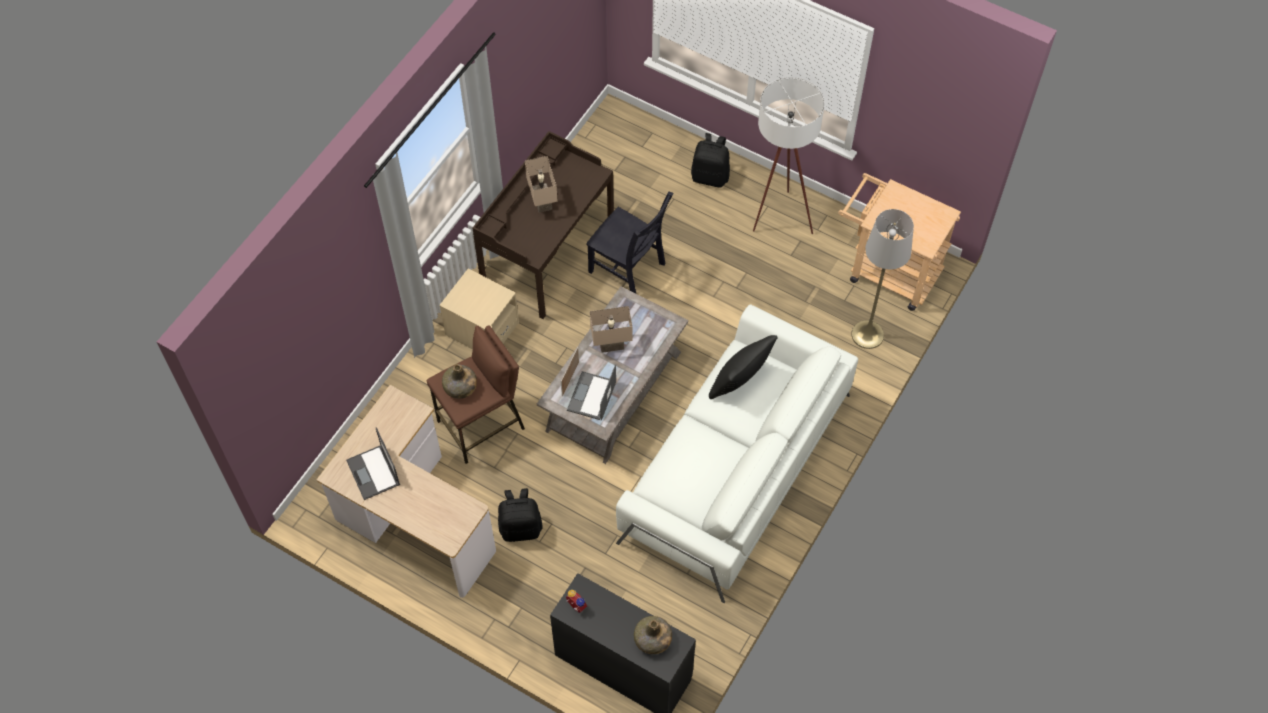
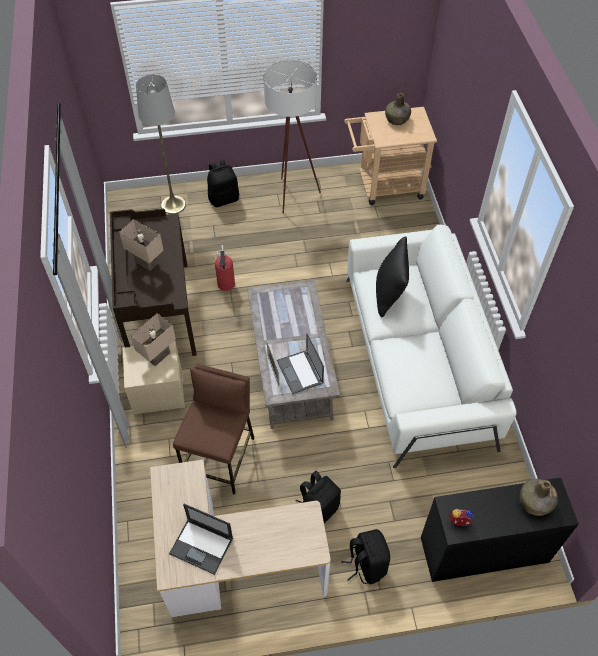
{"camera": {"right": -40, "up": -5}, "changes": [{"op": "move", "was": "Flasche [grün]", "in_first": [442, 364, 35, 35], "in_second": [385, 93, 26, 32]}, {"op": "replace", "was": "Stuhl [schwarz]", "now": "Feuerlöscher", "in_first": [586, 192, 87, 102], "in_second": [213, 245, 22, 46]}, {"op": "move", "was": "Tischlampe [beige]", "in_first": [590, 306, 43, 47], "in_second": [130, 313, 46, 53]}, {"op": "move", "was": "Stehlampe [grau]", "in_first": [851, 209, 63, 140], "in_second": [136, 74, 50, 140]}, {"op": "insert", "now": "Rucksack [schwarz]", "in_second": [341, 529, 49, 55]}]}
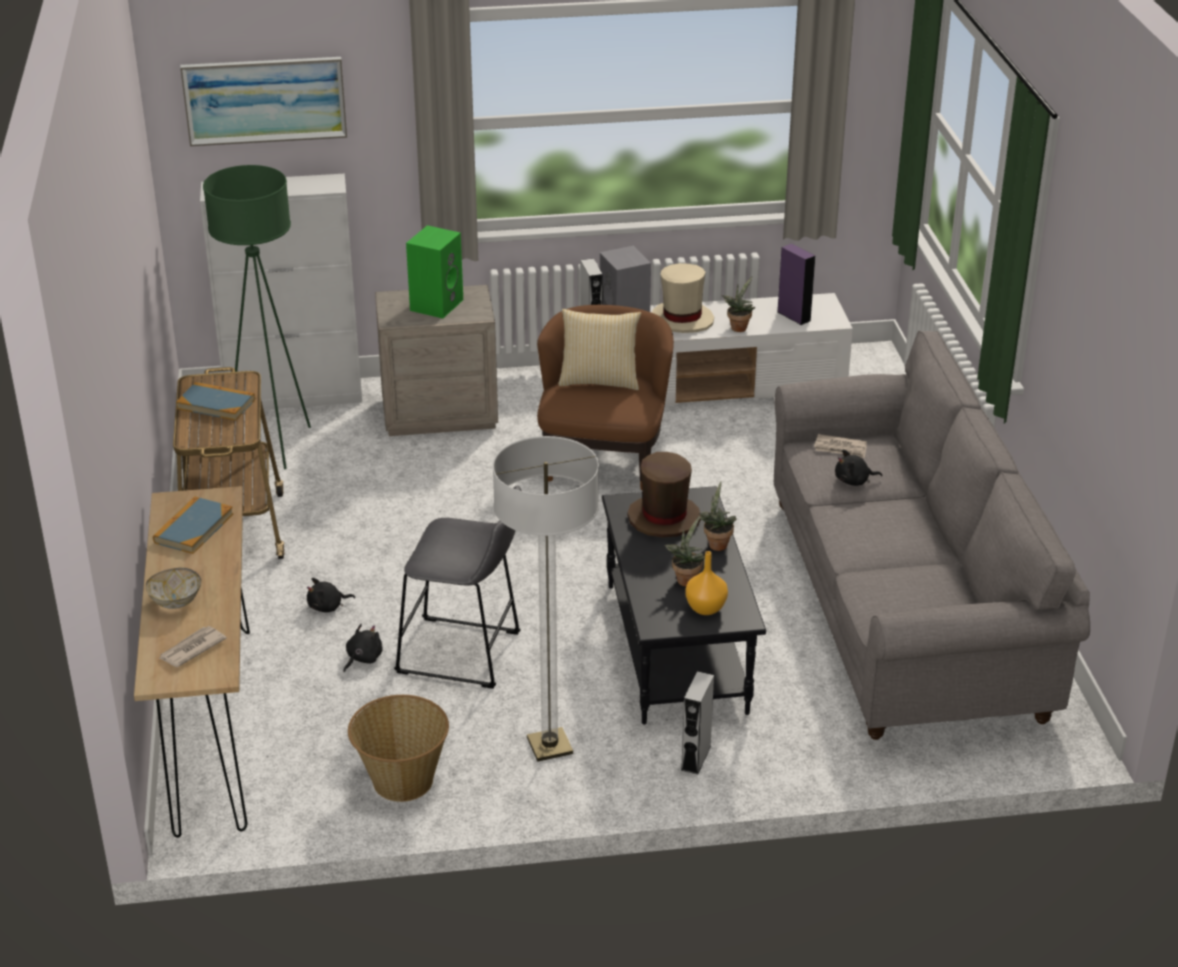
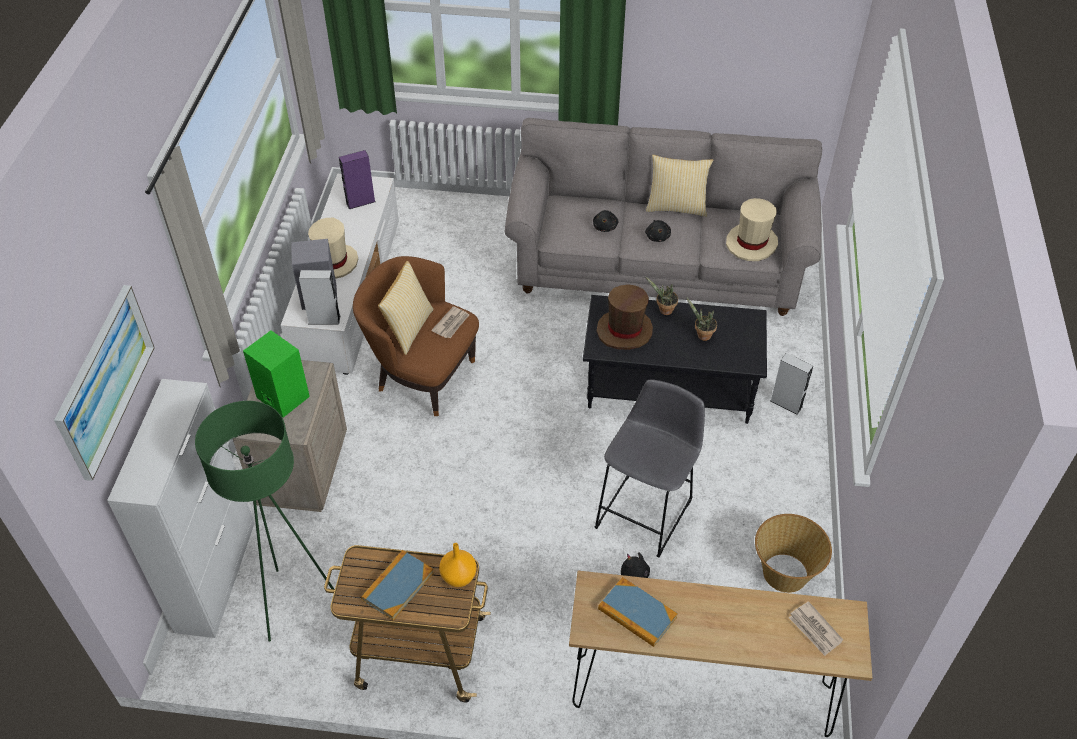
{"camera": {"right": -75, "up": 15}, "changes": [{"op": "delete", "was": "Schüssel", "in_first": [146, 568, 55, 41]}, {"op": "move", "was": "Plüschtier [schwarz]", "in_first": [307, 578, 48, 34], "in_second": [645, 220, 26, 22]}, {"op": "delete", "was": "Stehlampe", "in_first": [492, 436, 107, 326]}, {"op": "move", "was": "Vase [orange]", "in_first": [685, 551, 43, 64], "in_second": [439, 543, 37, 44]}, {"op": "delete", "was": "Topfpflanze", "in_first": [722, 276, 33, 56]}, {"op": "move", "was": "Zeitung", "in_first": [814, 434, 53, 24], "in_second": [431, 306, 38, 32]}, {"op": "insert", "now": "Kissen", "in_second": [646, 155, 67, 62]}, {"op": "insert", "now": "Hut [beige]", "in_second": [726, 198, 52, 63]}]}
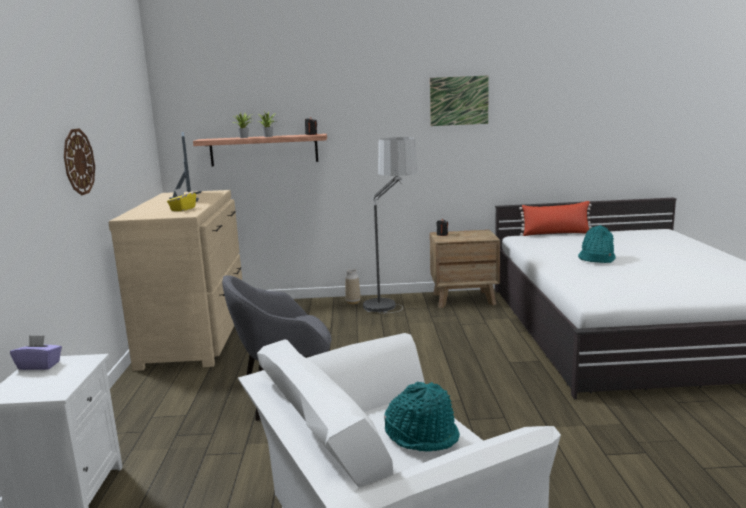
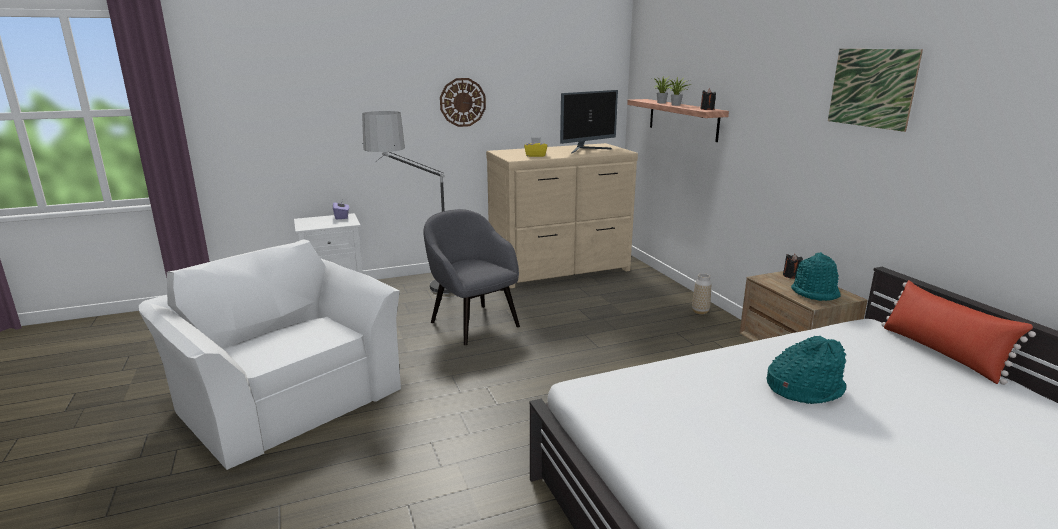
{"camera": {"right": 70, "up": 5}, "changes": [{"op": "move", "was": "Stehlampe", "in_first": [363, 137, 55, 176], "in_second": [362, 111, 93, 187]}, {"op": "move", "was": "Hut [türkis]", "in_first": [384, 382, 76, 70], "in_second": [791, 252, 50, 49]}]}
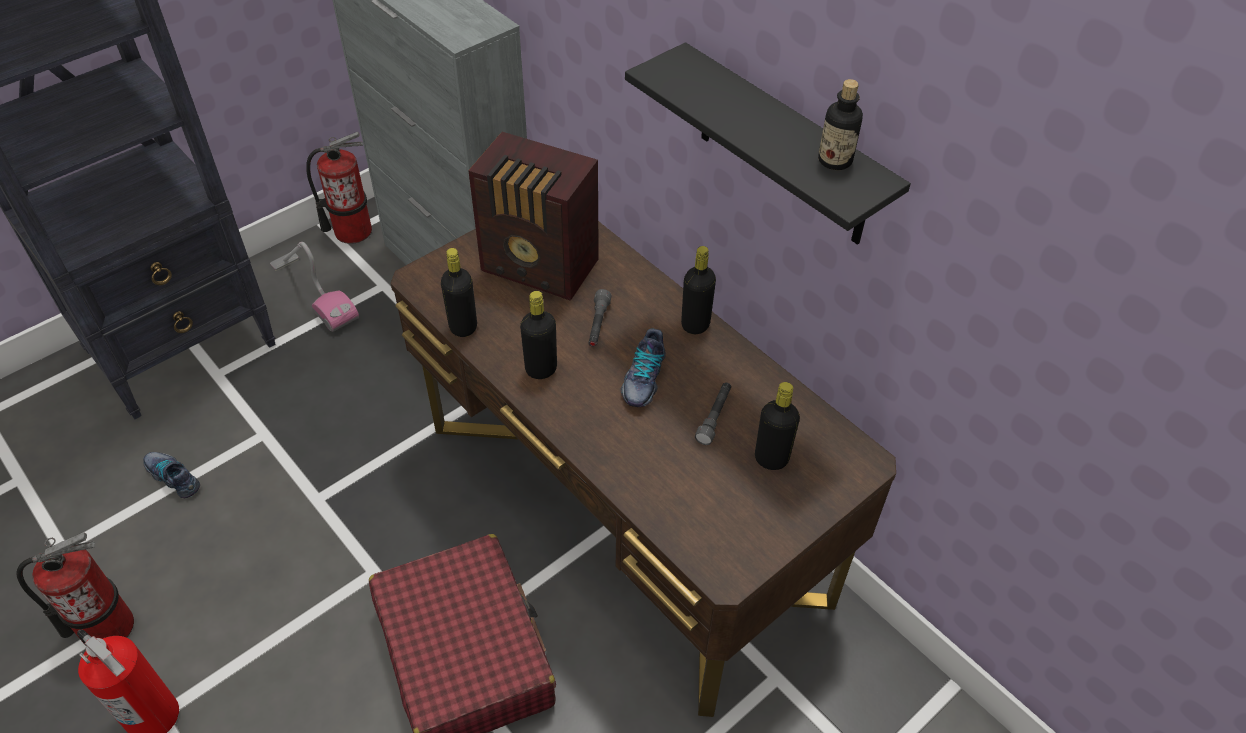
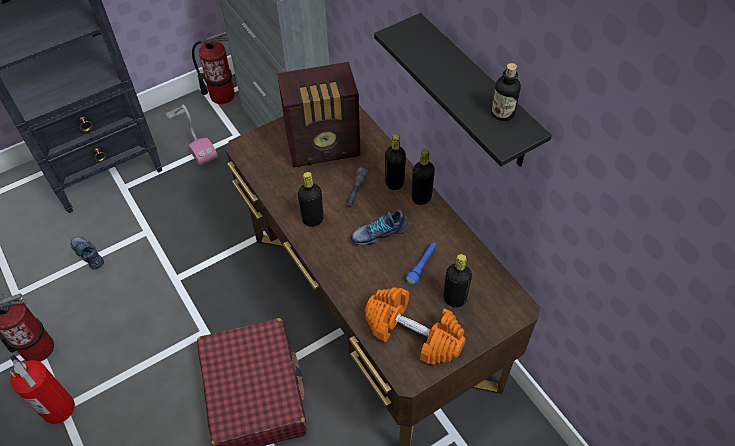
{"camera": {"right": 10, "up": 5}, "changes": [{"op": "move", "was": "Flasche [schwarz]", "in_first": [441, 248, 36, 89], "in_second": [385, 134, 21, 56]}, {"op": "rotate", "was": "Radio", "in_first": [468, 132, 131, 168], "in_second": [277, 62, 83, 106], "clockwise": -45}, {"op": "rotate", "was": "Schuh", "in_first": [620, 329, 46, 78], "in_second": [351, 209, 57, 37], "clockwise": 45}, {"op": "recolor", "was": "Taschenlampe [grau]", "now": "Taschenlampe [blau]", "in_first": [695, 382, 36, 63], "in_second": [405, 242, 31, 43]}, {"op": "insert", "now": "Hantel [orange]", "in_second": [365, 287, 101, 78]}]}
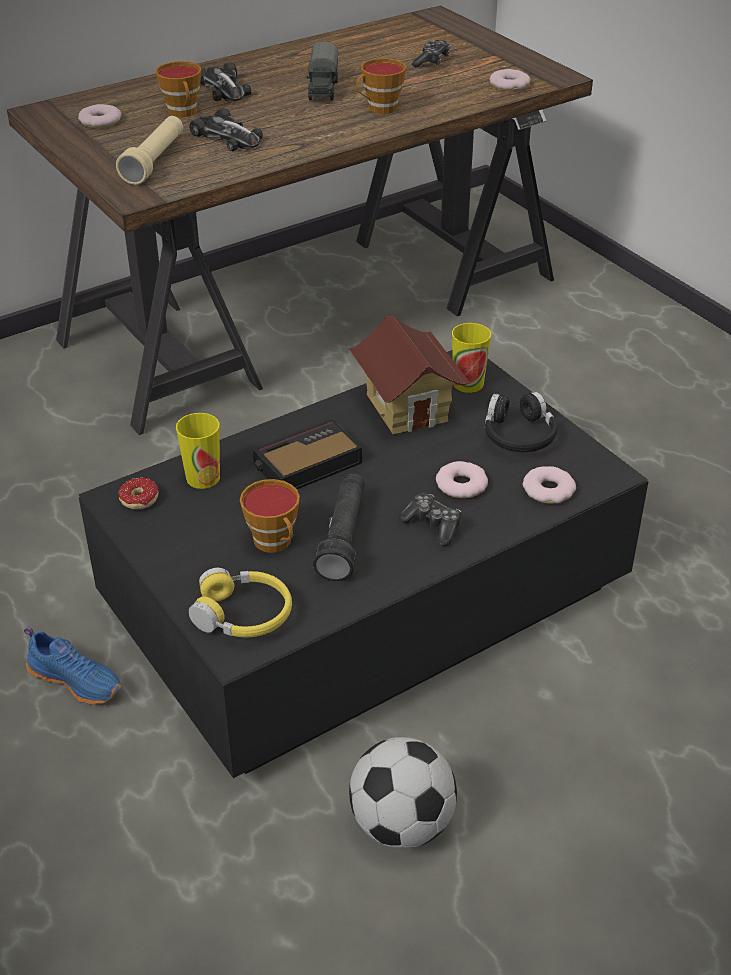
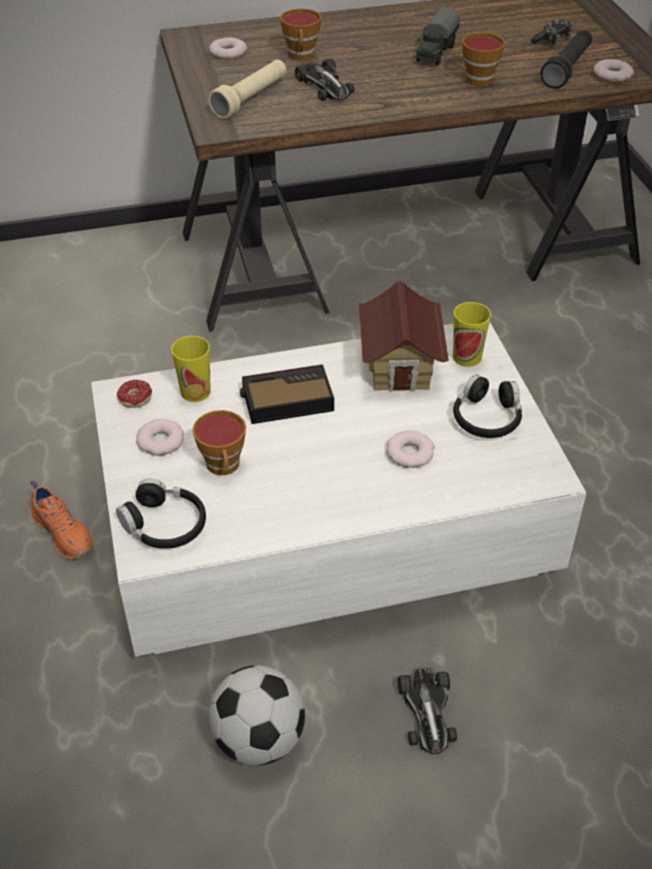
{"camera": {"right": 20, "up": 5}, "changes": [{"op": "recolor", "was": "Schuh [blau]", "now": "Schuh [orange]", "in_first": [24, 627, 98, 78], "in_second": [30, 480, 63, 80]}, {"op": "recolor", "was": "Couchtisch [schwarz]", "now": "Couchtisch [weiß]", "in_first": [79, 350, 570, 428], "in_second": [91, 322, 496, 335]}, {"op": "recolor", "was": "Kopfhörer [gelb]", "now": "Kopfhörer [schwarz]", "in_first": [188, 568, 104, 70], "in_second": [116, 478, 90, 71]}, {"op": "move", "was": "Spielzeugauto", "in_first": [200, 62, 51, 39], "in_second": [398, 667, 59, 87]}, {"op": "move", "was": "Taschenlampe [schwarz]", "in_first": [313, 473, 52, 108], "in_second": [540, 30, 52, 59]}, {"op": "delete", "was": "Gamepad", "in_first": [399, 494, 62, 52]}, {"op": "move", "was": "Donut", "in_first": [523, 466, 53, 38], "in_second": [136, 419, 48, 37]}]}
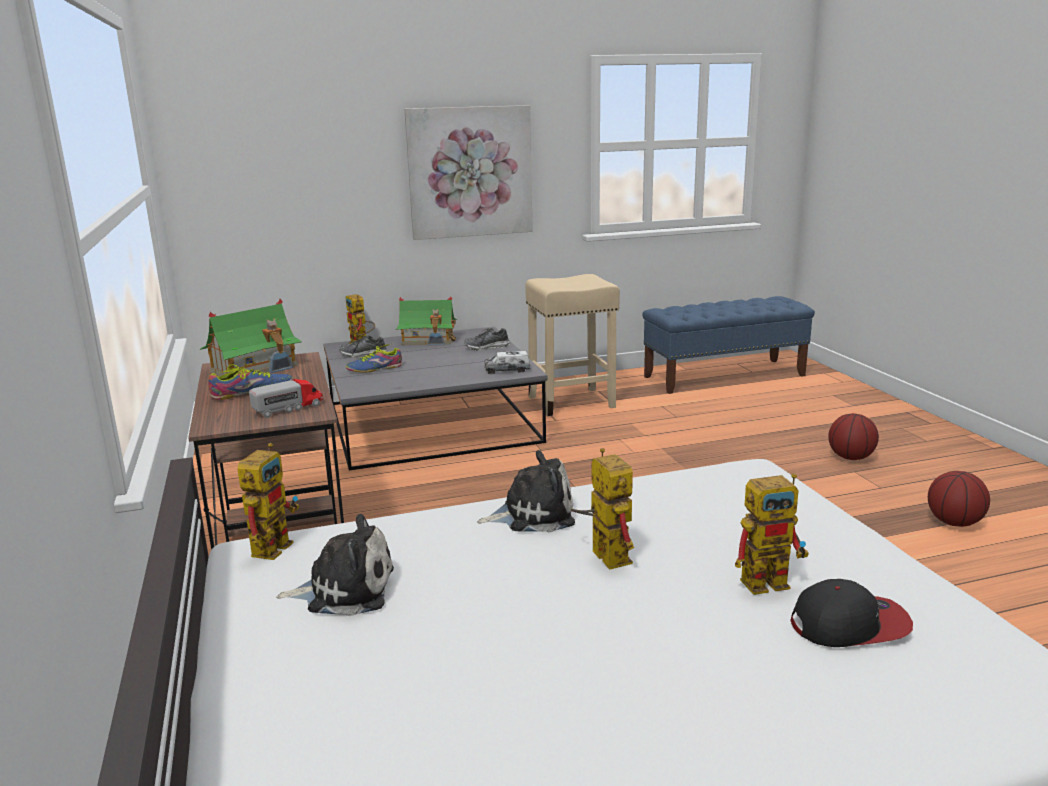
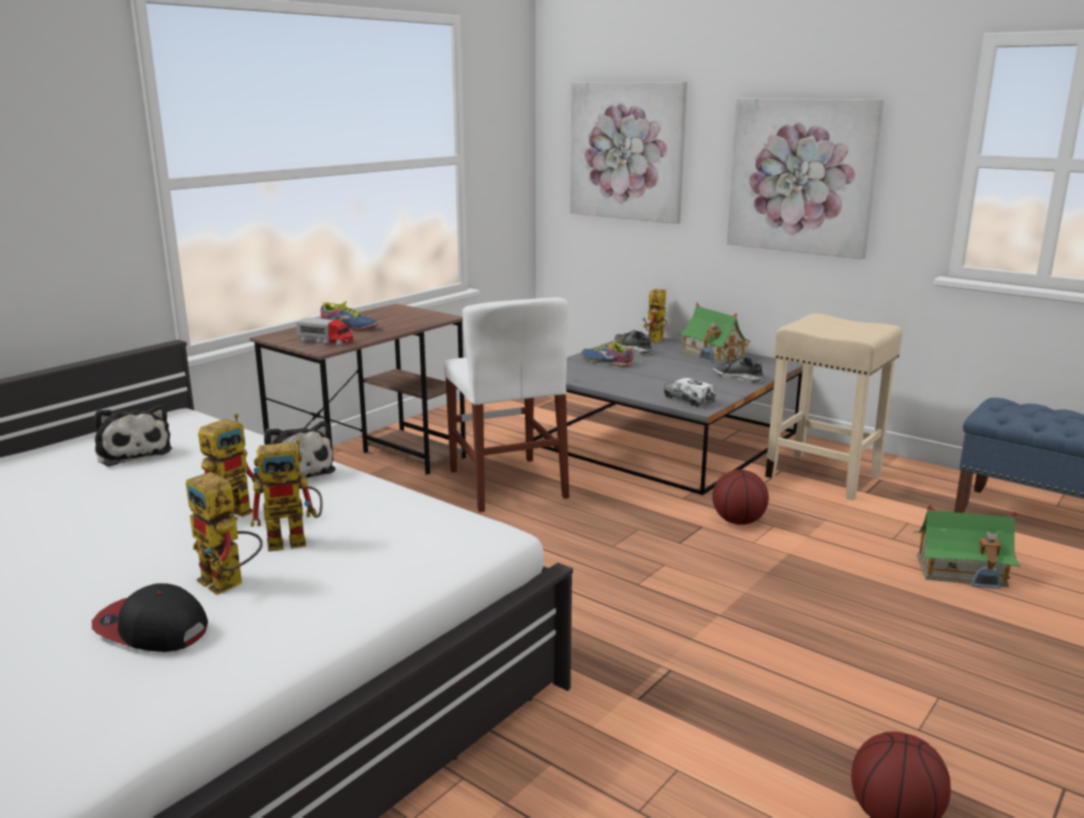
{"camera": {"right": 55, "up": 0}, "changes": [{"op": "move", "was": "Spielzeughaus", "in_first": [200, 299, 102, 77], "in_second": [913, 505, 108, 84]}, {"op": "move", "was": "Spielzeugroboter", "in_first": [237, 443, 62, 117], "in_second": [251, 439, 71, 113]}, {"op": "rotate", "was": "Kappe", "in_first": [791, 579, 122, 68], "in_second": [92, 583, 116, 69], "clockwise": 150}, {"op": "move", "was": "Basketball", "in_first": [828, 413, 51, 47], "in_second": [712, 470, 57, 55]}, {"op": "insert", "now": "Stuhl [weiß]", "in_second": [444, 298, 125, 214]}, {"op": "insert", "now": "Bild", "in_second": [570, 82, 117, 142]}]}
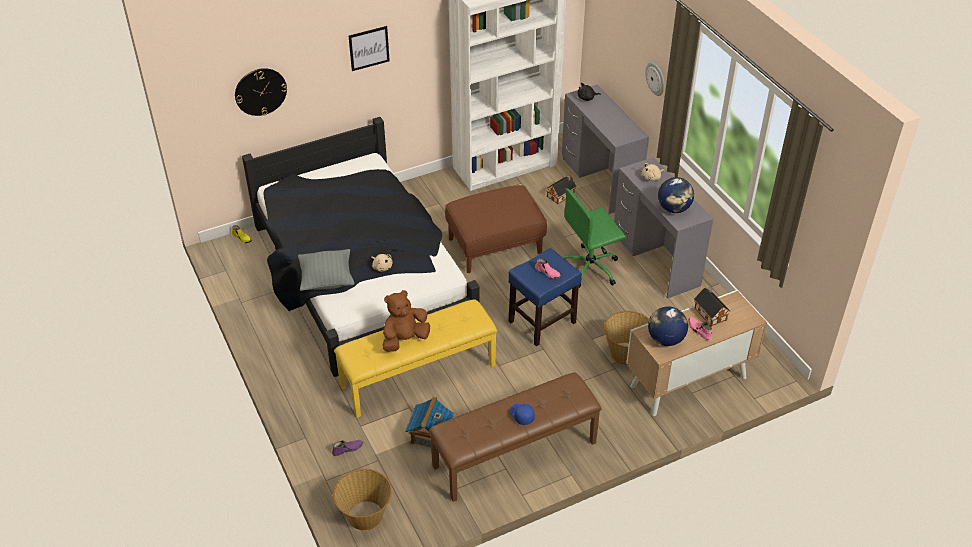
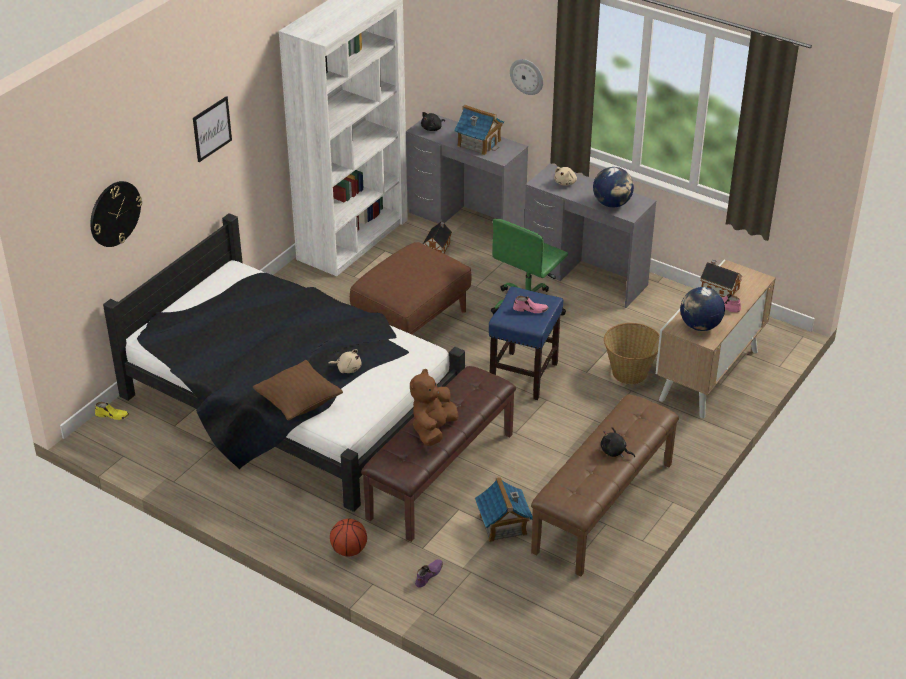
{"camera": {"right": -30, "up": -5}, "changes": [{"op": "recolor", "was": "Kissen [grau]", "now": "Kissen [braun]", "in_first": [298, 249, 57, 42], "in_second": [252, 360, 91, 61]}, {"op": "delete", "was": "Korb", "in_first": [333, 469, 59, 62]}, {"op": "recolor", "was": "Bank [gelb]", "now": "Bank [braun]", "in_first": [334, 299, 163, 119], "in_second": [361, 366, 155, 176]}, {"op": "replace", "was": "Kappe [blau]", "now": "Plüschtier [schwarz]", "in_first": [510, 404, 25, 21], "in_second": [601, 427, 34, 31]}, {"op": "insert", "now": "Basketball", "in_second": [330, 519, 37, 38]}, {"op": "insert", "now": "Spielzeughaus", "in_second": [454, 105, 50, 50]}]}
